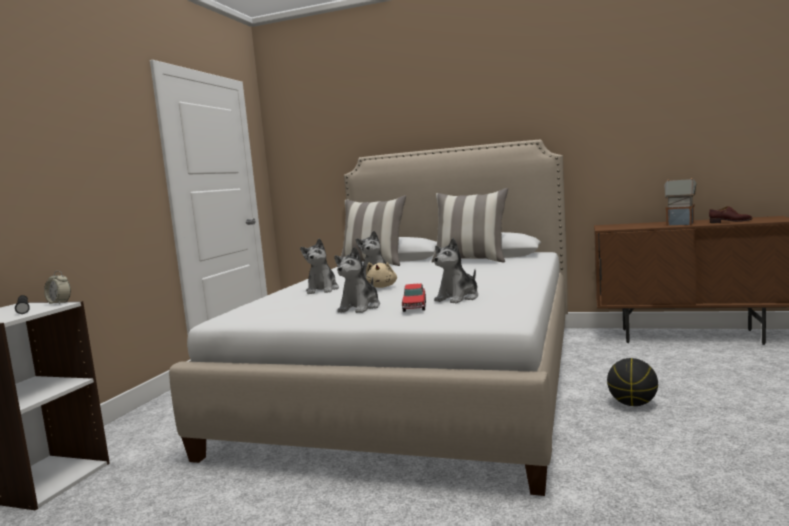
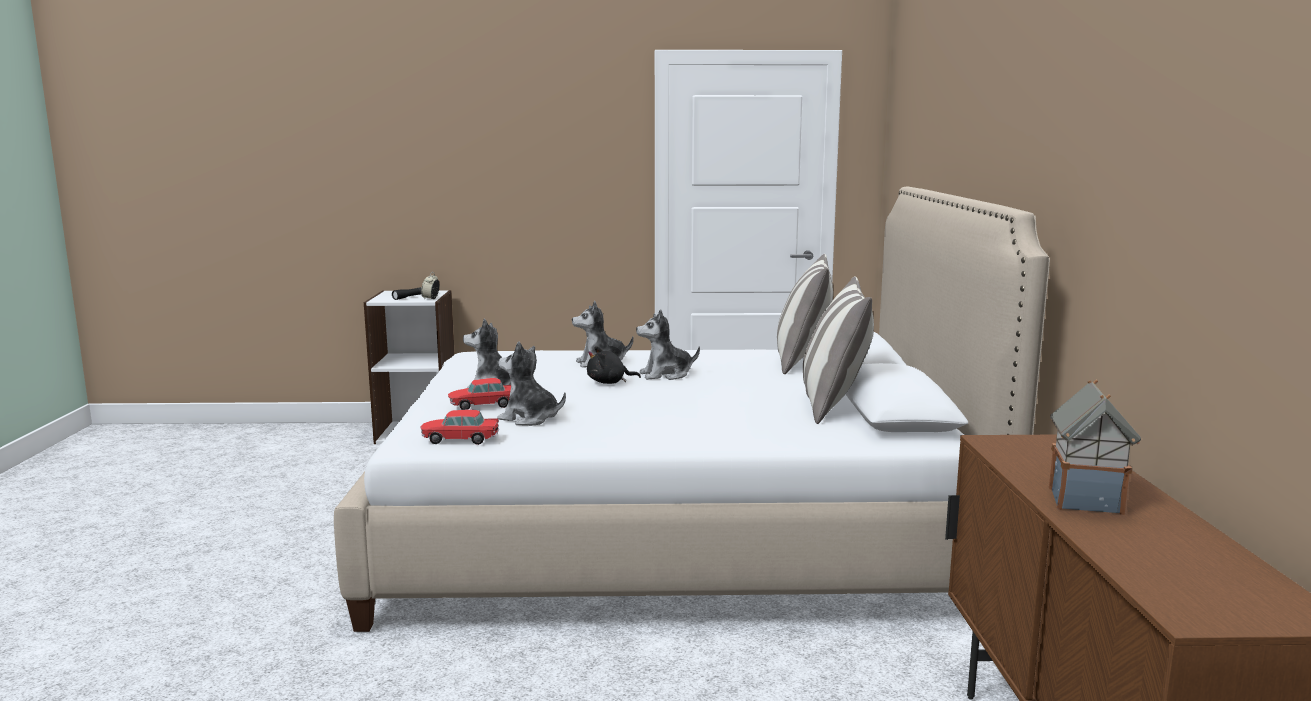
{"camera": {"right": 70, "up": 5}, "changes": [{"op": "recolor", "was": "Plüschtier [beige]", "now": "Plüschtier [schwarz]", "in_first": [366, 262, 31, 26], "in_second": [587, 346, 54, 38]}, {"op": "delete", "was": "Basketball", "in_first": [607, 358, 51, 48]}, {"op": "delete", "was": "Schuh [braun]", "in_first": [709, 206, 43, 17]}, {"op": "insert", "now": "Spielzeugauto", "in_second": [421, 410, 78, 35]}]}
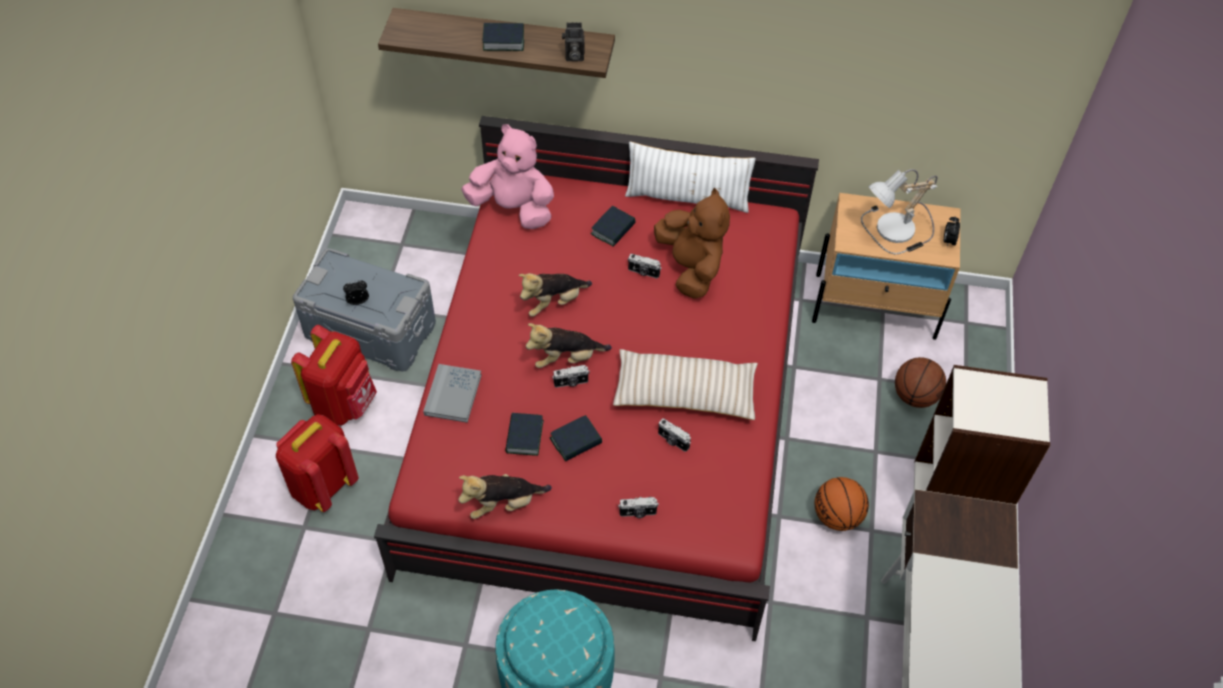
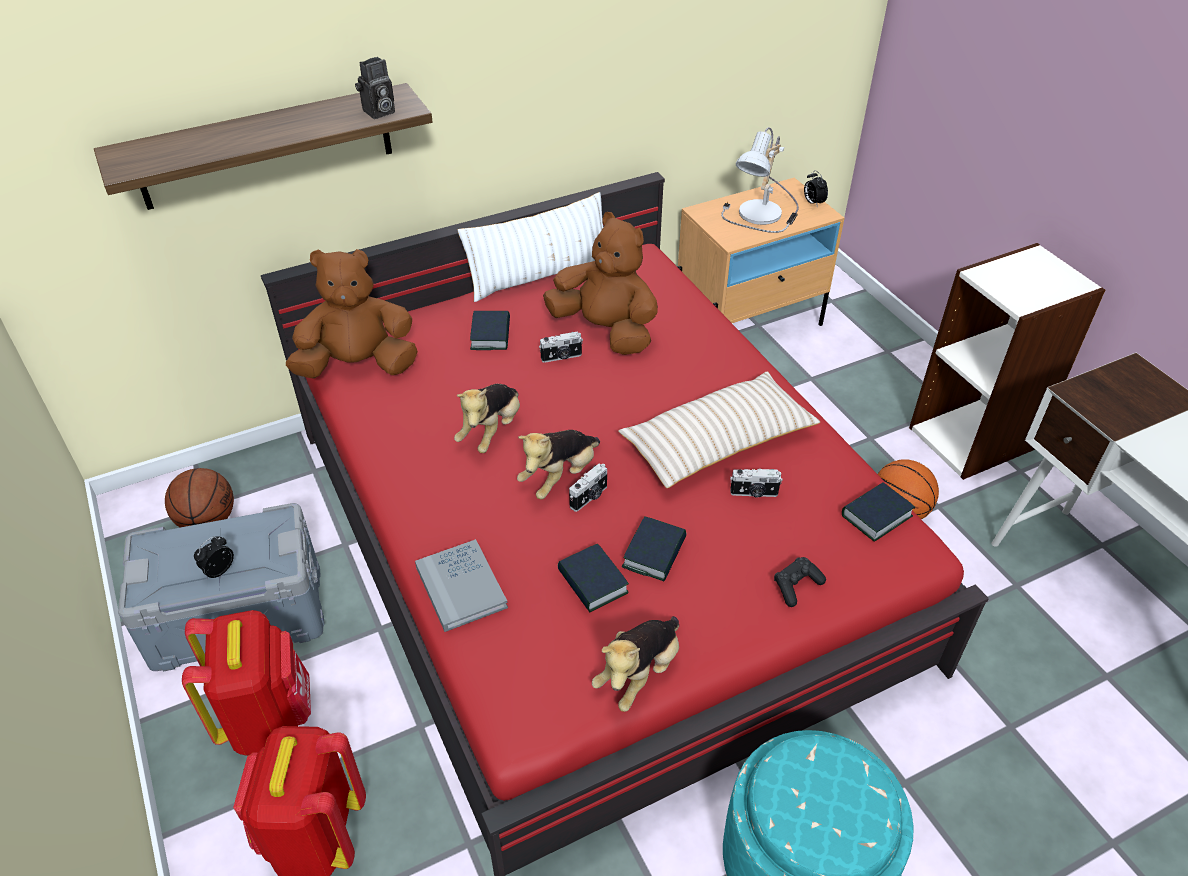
{"camera": {"right": -35, "up": -10}, "changes": [{"op": "recolor", "was": "Plüschtier [rosa]", "now": "Plüschtier [braun]", "in_first": [461, 124, 93, 105], "in_second": [286, 249, 132, 130]}, {"op": "move", "was": "Buch", "in_first": [483, 23, 41, 28], "in_second": [842, 482, 73, 60]}, {"op": "replace", "was": "Kamera", "now": "Gamepad [schwarz]", "in_first": [618, 497, 41, 21], "in_second": [774, 557, 52, 50]}, {"op": "move", "was": "Basketball", "in_first": [895, 357, 51, 51], "in_second": [165, 468, 69, 59]}]}
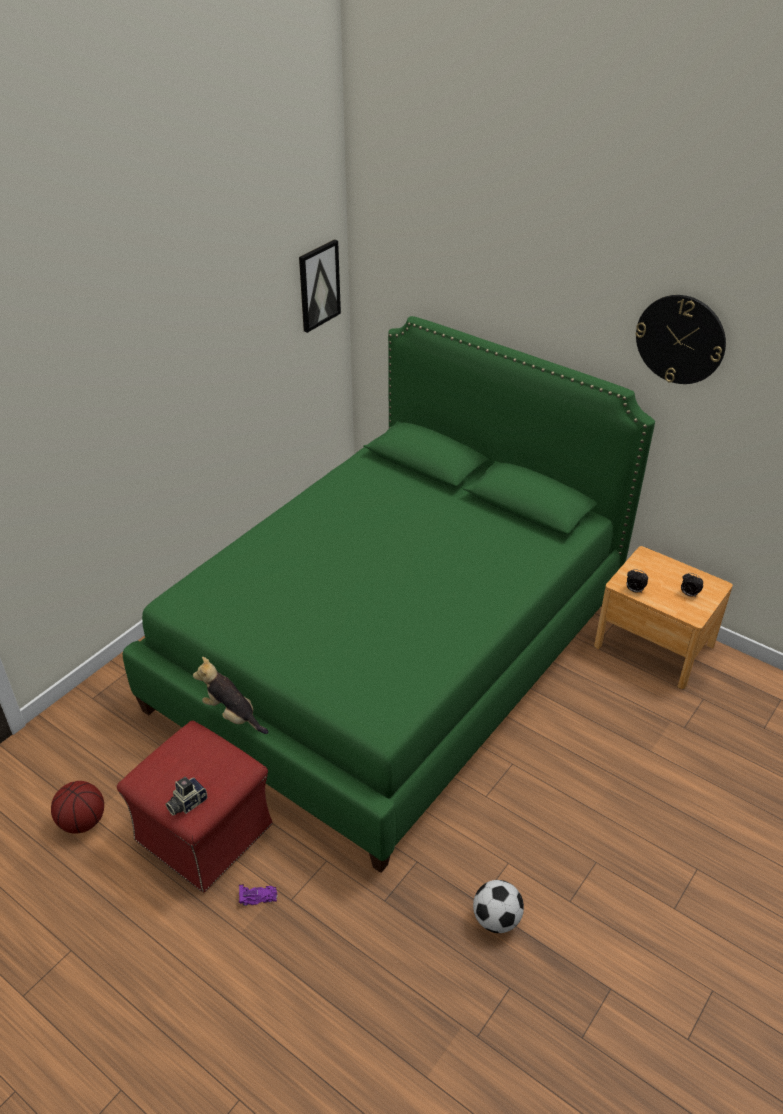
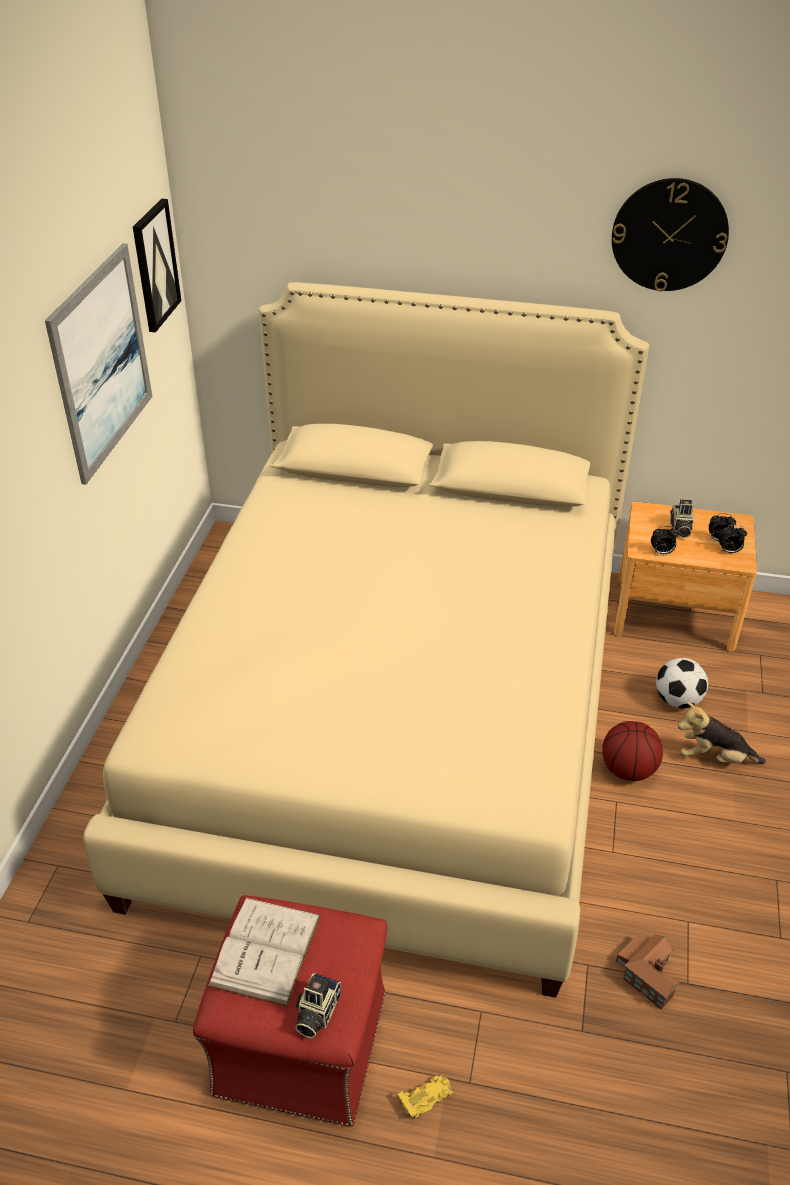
{"camera": {"right": -25, "up": 0}, "changes": [{"op": "move", "was": "Basketball", "in_first": [51, 781, 53, 53], "in_second": [602, 721, 61, 60]}, {"op": "recolor", "was": "Bett [grün]", "now": "Bett [beige]", "in_first": [123, 316, 532, 557], "in_second": [83, 282, 566, 716]}, {"op": "move", "was": "Plüschtier", "in_first": [193, 657, 75, 77], "in_second": [678, 702, 88, 62]}, {"op": "recolor", "was": "Spielzeugauto [lila]", "now": "Spielzeugauto [gelb]", "in_first": [239, 884, 38, 22], "in_second": [397, 1075, 57, 44]}, {"op": "move", "was": "Fußball", "in_first": [473, 880, 51, 53], "in_second": [656, 658, 52, 50]}, {"op": "insert", "now": "Bild", "in_second": [45, 243, 107, 242]}, {"op": "insert", "now": "Buch [weiß]", "in_second": [208, 898, 113, 109]}, {"op": "insert", "now": "Spielzeughaus", "in_second": [616, 933, 64, 76]}, {"op": "insert", "now": "Kamera", "in_second": [670, 499, 24, 39]}, {"op": "insert", "now": "Wecker", "in_second": [719, 525, 28, 28]}]}
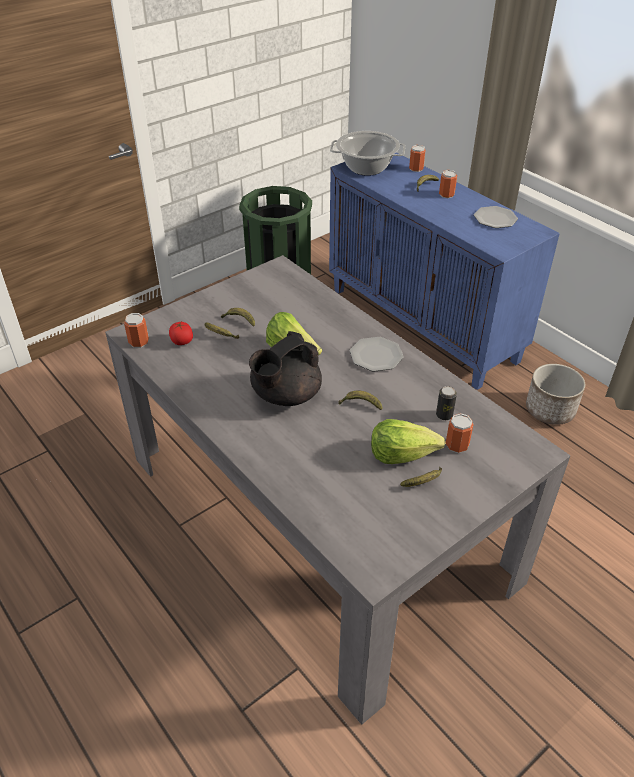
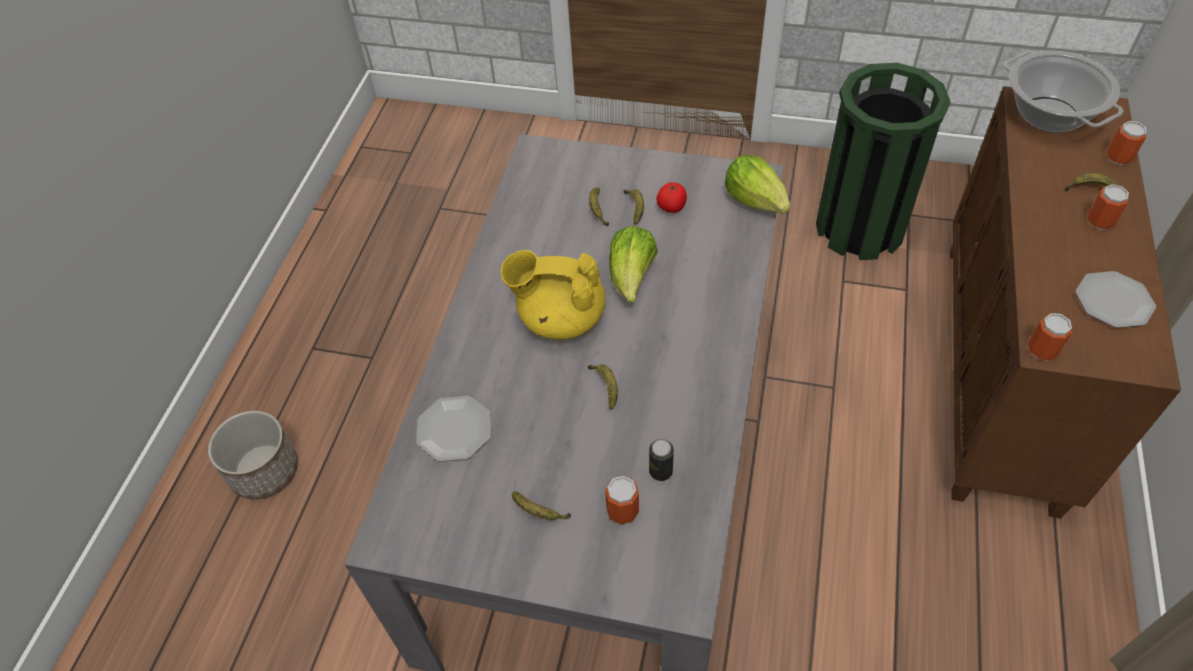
{"camera": {"right": 55, "up": 10}, "changes": [{"op": "move", "was": "Dose", "in_first": [124, 313, 25, 35], "in_second": [1028, 313, 44, 48]}, {"op": "move", "was": "Tomate", "in_first": [169, 322, 24, 23], "in_second": [657, 182, 30, 31]}, {"op": "recolor", "was": "Teekanne [schwarz]", "now": "Teekanne [gelb]", "in_first": [249, 331, 73, 75], "in_second": [501, 250, 105, 90]}, {"op": "recolor", "was": "Schrank [blau]", "now": "Schrank [braun]", "in_first": [329, 152, 231, 238], "in_second": [950, 86, 231, 432]}, {"op": "move", "was": "Teller", "in_first": [350, 337, 54, 35], "in_second": [416, 396, 75, 66]}, {"op": "move", "was": "Salatkopf", "in_first": [371, 419, 74, 45], "in_second": [725, 155, 66, 59]}, {"op": "move", "was": "Pflanzkübel", "in_first": [526, 364, 59, 61], "in_second": [208, 411, 90, 88]}]}
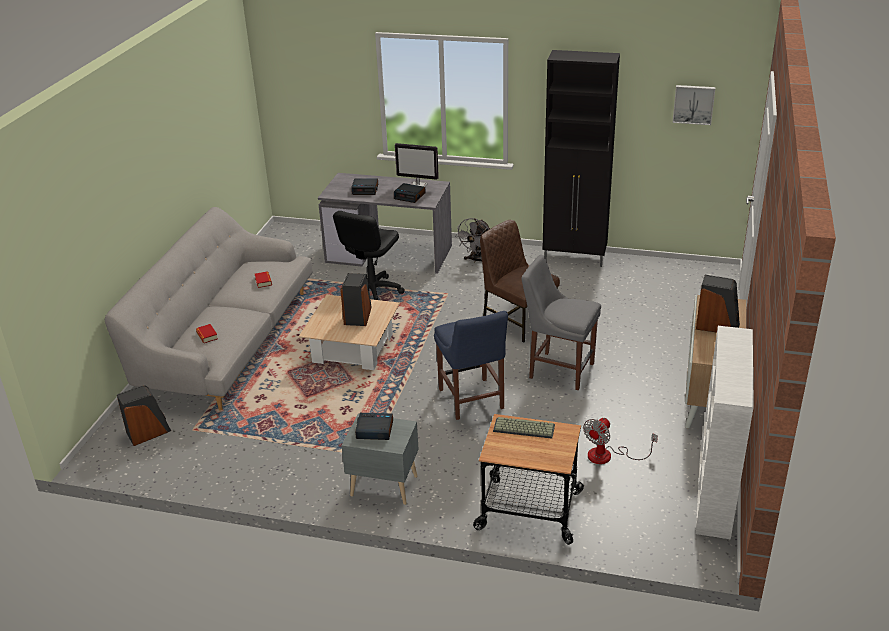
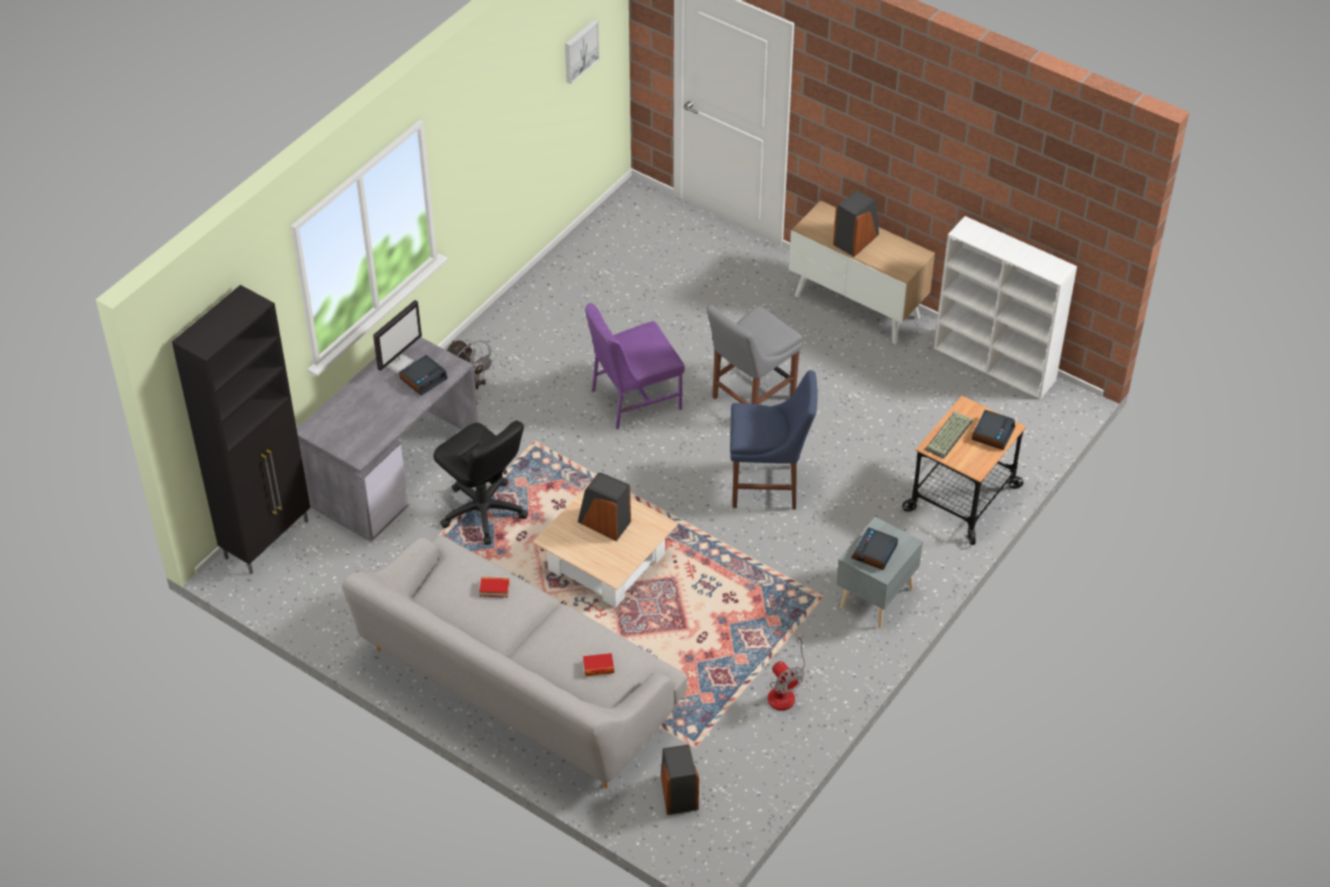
{"camera": {"right": -70, "up": 15}, "changes": [{"op": "move", "was": "Wecker", "in_first": [351, 178, 27, 17], "in_second": [972, 410, 43, 40]}, {"op": "recolor", "was": "Stuhl [braun]", "now": "Stuhl [lila]", "in_first": [480, 220, 80, 123], "in_second": [585, 303, 100, 126]}, {"op": "move", "was": "Schrank [schwarz]", "in_first": [542, 50, 78, 217], "in_second": [172, 285, 138, 290]}, {"op": "move", "was": "Ventilator", "in_first": [583, 418, 75, 46], "in_second": [768, 632, 37, 79]}]}
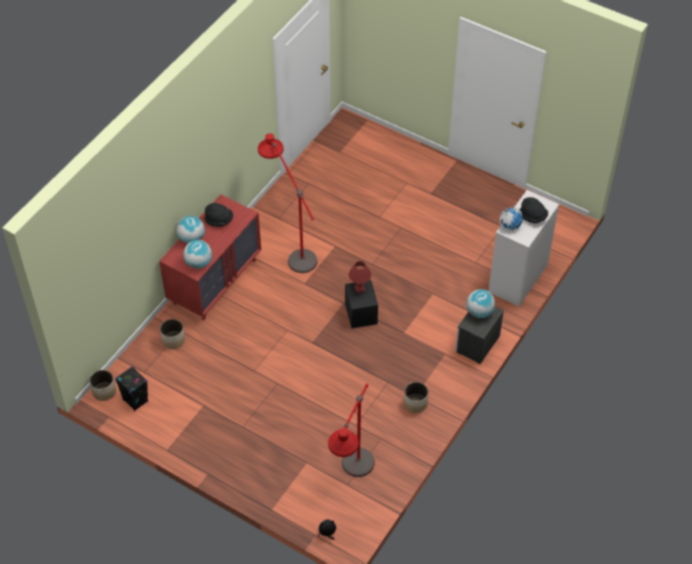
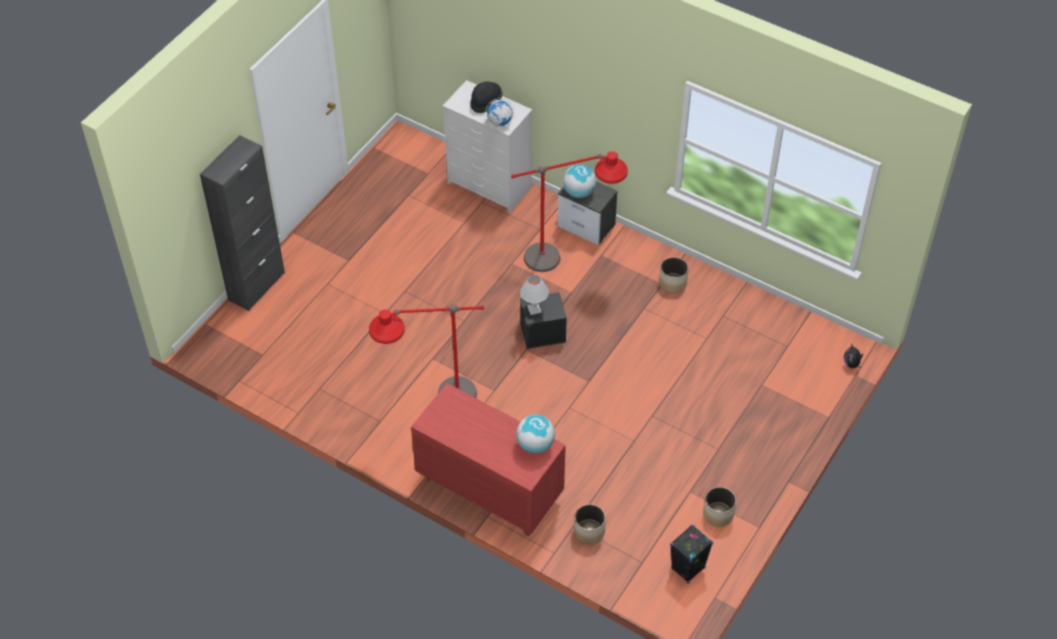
{"camera": {"right": -90, "up": 0}, "changes": [{"op": "move", "was": "Pflanzkübel", "in_first": [89, 370, 27, 31], "in_second": [703, 487, 33, 40]}, {"op": "delete", "was": "Globus", "in_first": [177, 216, 28, 28]}, {"op": "delete", "was": "Hut [schwarz]", "in_first": [205, 203, 28, 24]}, {"op": "move", "was": "Stehlampe [rot]", "in_first": [328, 384, 47, 93], "in_second": [511, 151, 117, 121]}, {"op": "recolor", "was": "Tischlampe [rot]", "now": "Tischlampe [weiß]", "in_first": [349, 261, 22, 32], "in_second": [520, 275, 29, 40]}, {"op": "insert", "now": "Schrank [schwarz]", "in_second": [200, 135, 85, 176]}]}
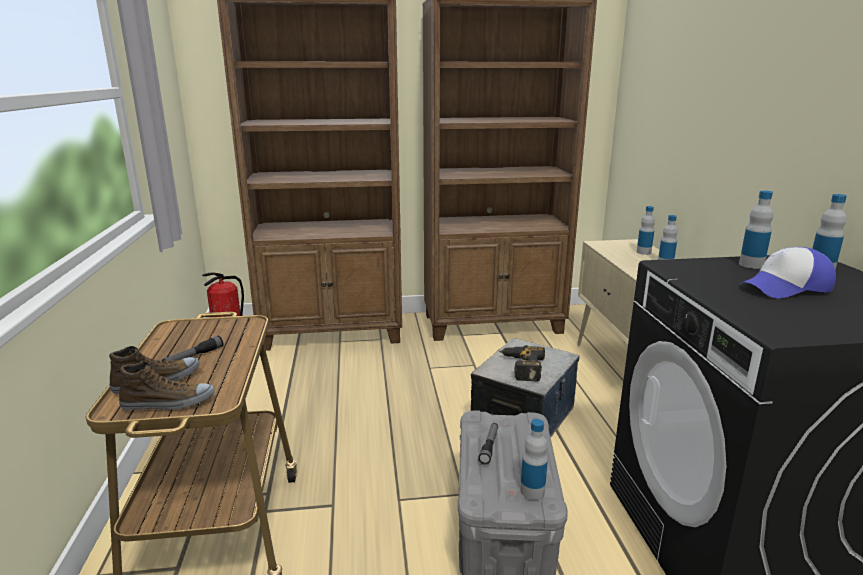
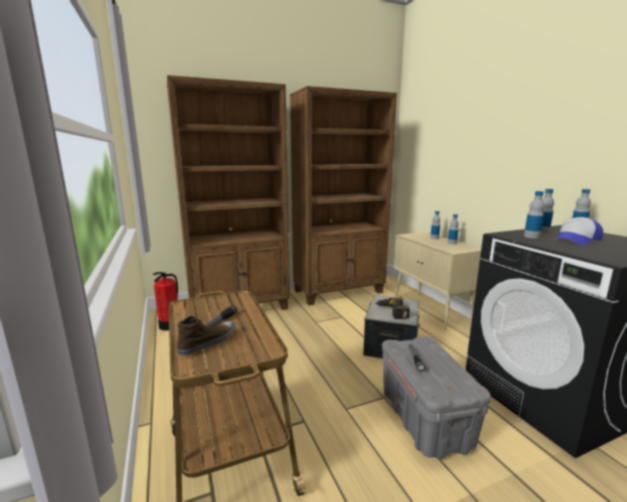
{"camera": {"right": -15, "up": -5}, "changes": [{"op": "delete", "was": "Schuh", "in_first": [119, 361, 96, 49]}, {"op": "move", "was": "Flasche", "in_first": [520, 419, 28, 80], "in_second": [524, 191, 20, 47]}]}
